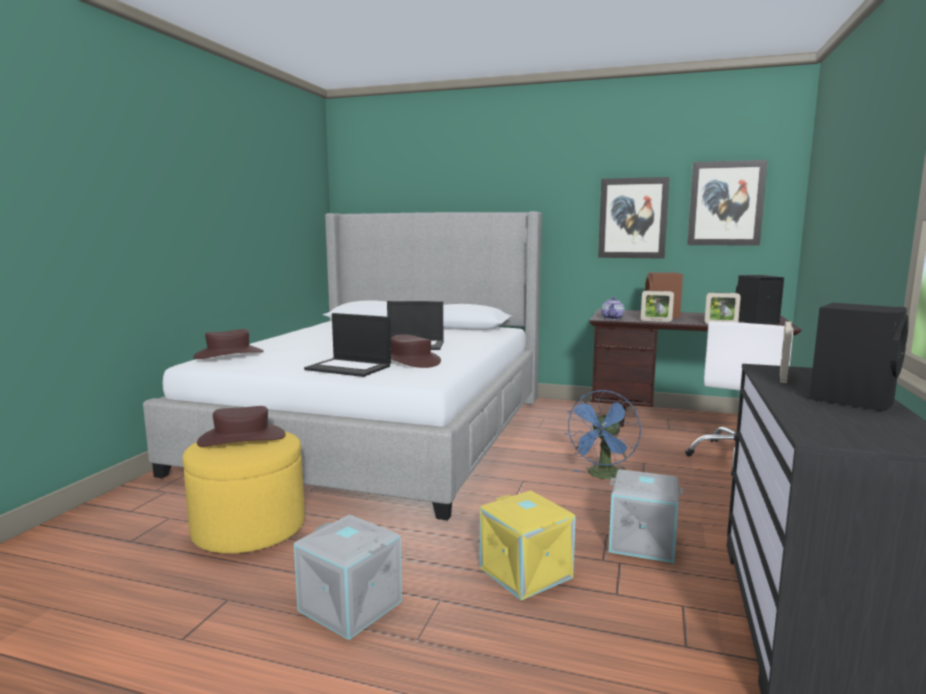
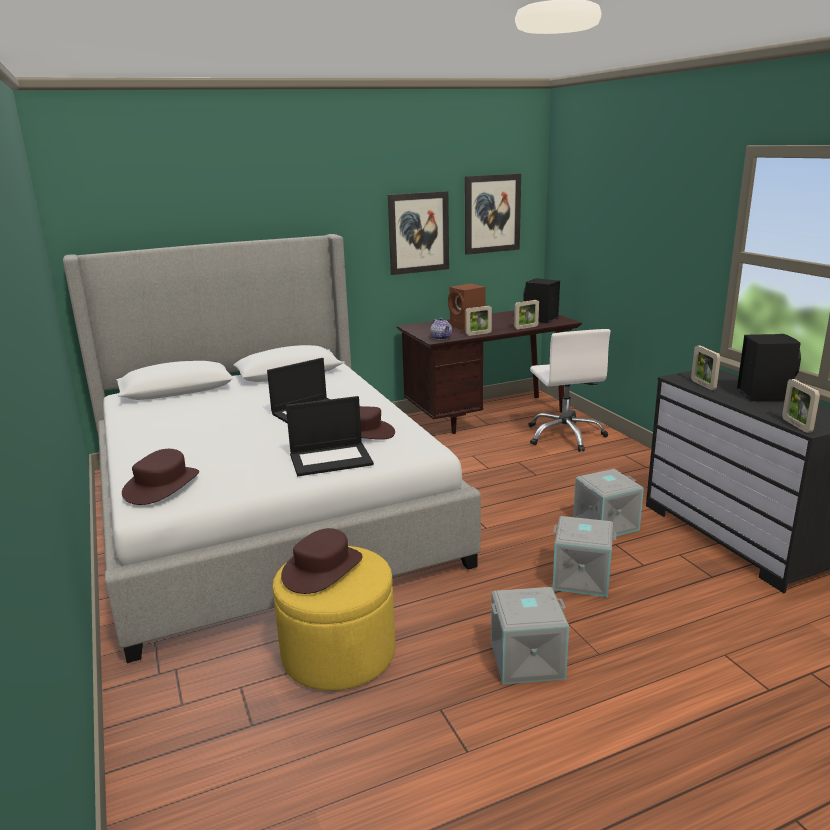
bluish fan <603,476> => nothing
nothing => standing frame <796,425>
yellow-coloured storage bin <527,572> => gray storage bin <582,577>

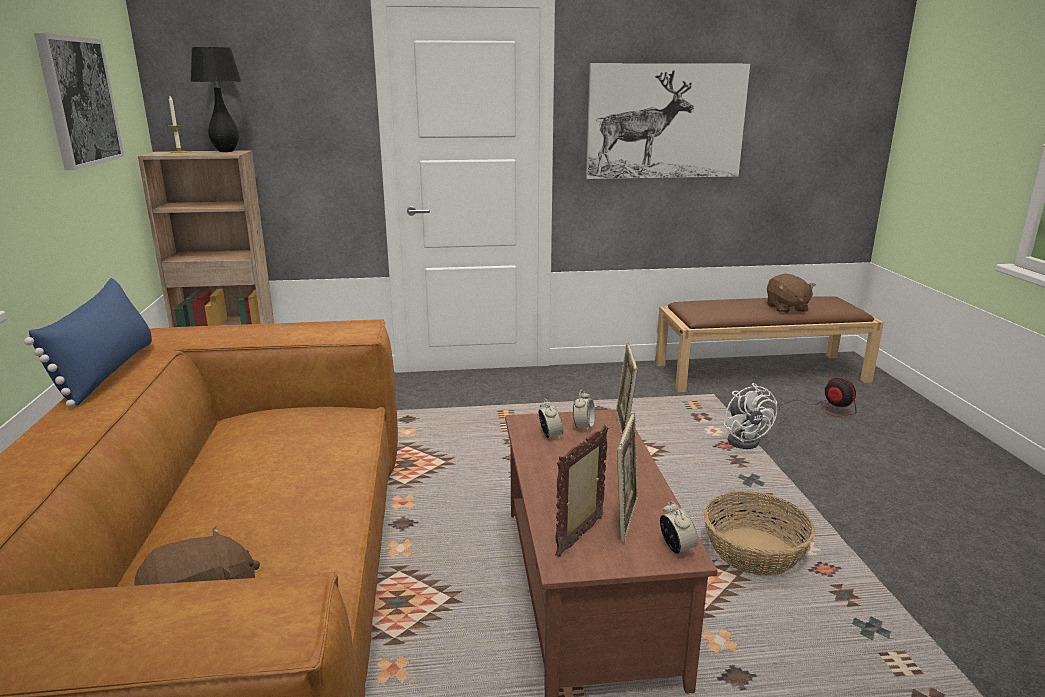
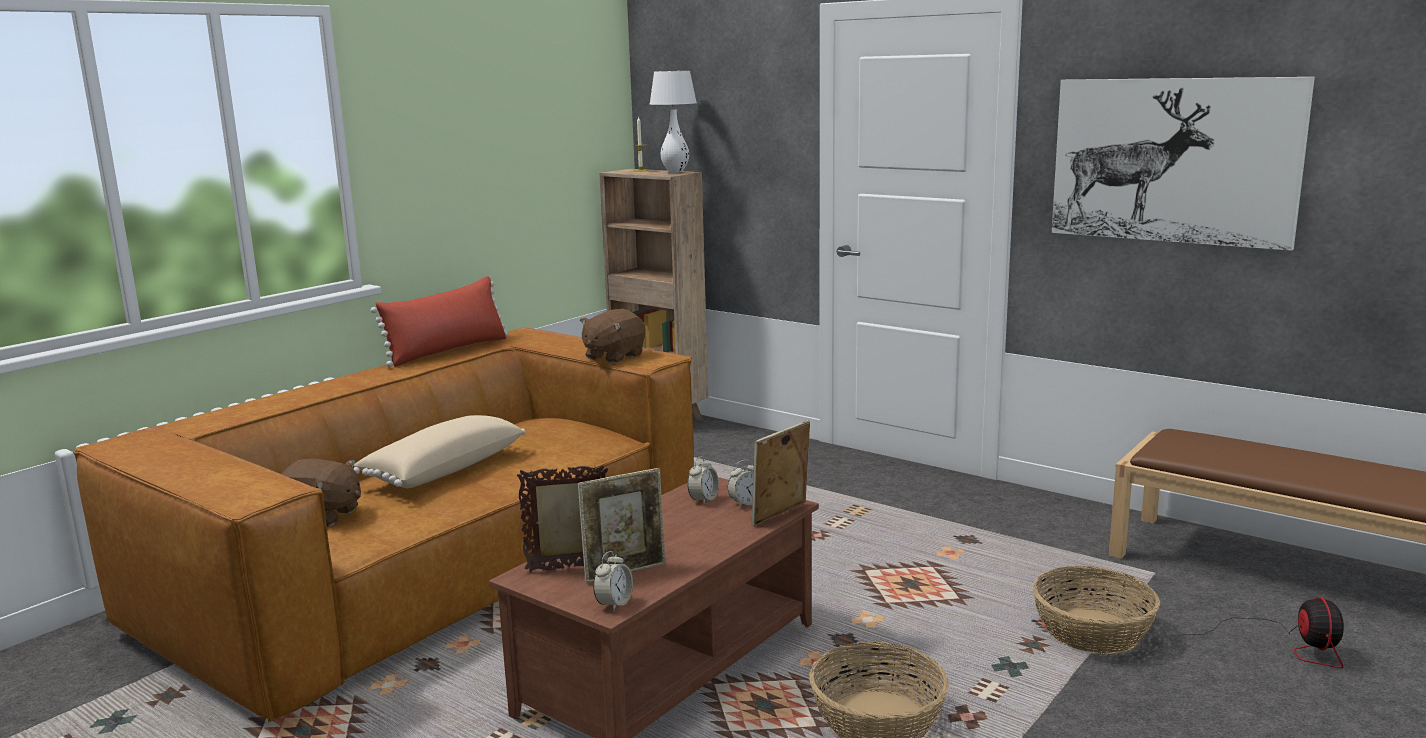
picture <79,101> => nothing
nothing => beige pillow <443,469>
brownish plush toy <786,308> => brownish plush toy <613,356>, moved
whitish fan <745,440> => household basket <1093,631>
bluish pillow <107,371> => red pillow <448,351>
blackish tabletop lamp <226,151> => whitish tabletop lamp <675,172>

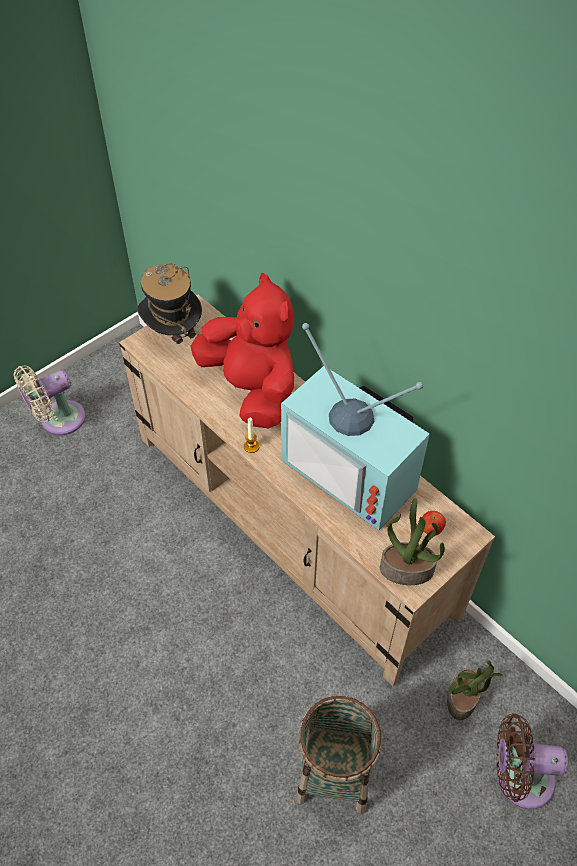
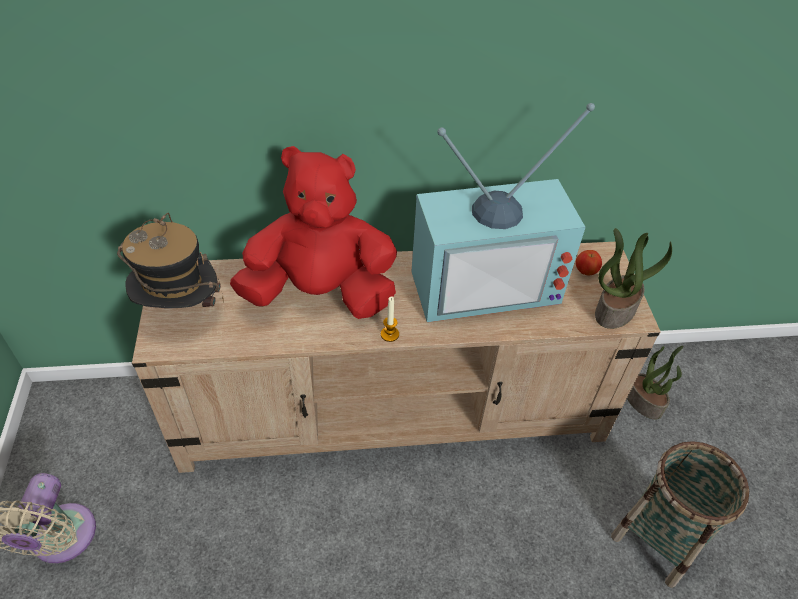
brownish fan <518,778> => nothing

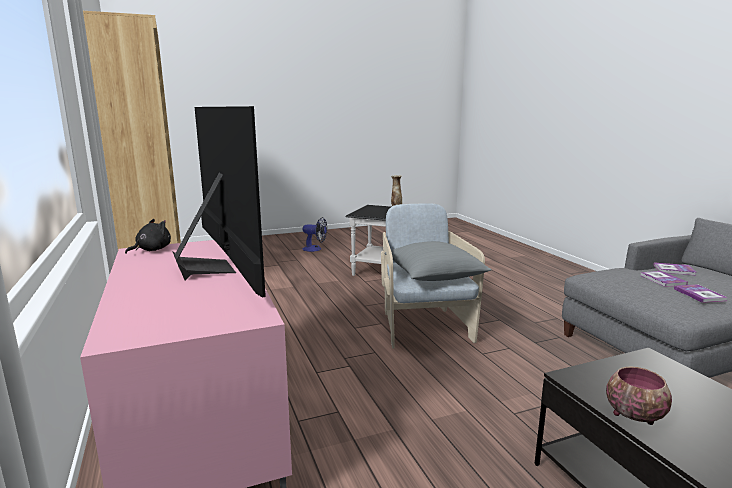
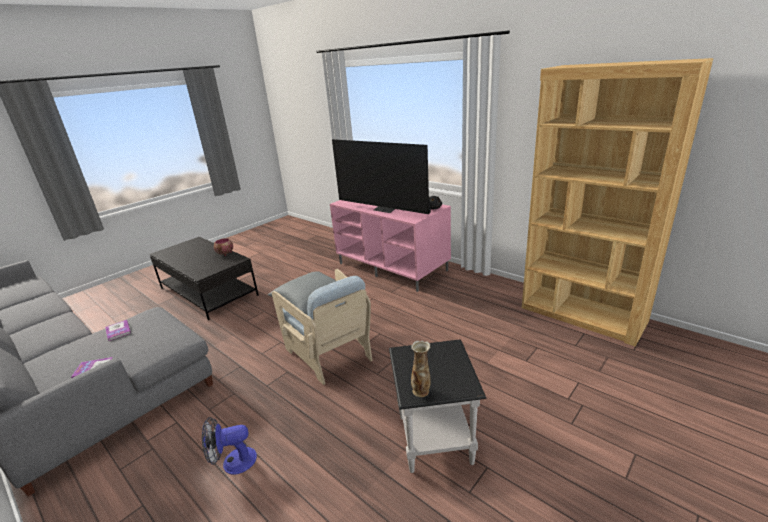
volume <662,280> => nothing
fan <315,249> => fan <233,462>, moved

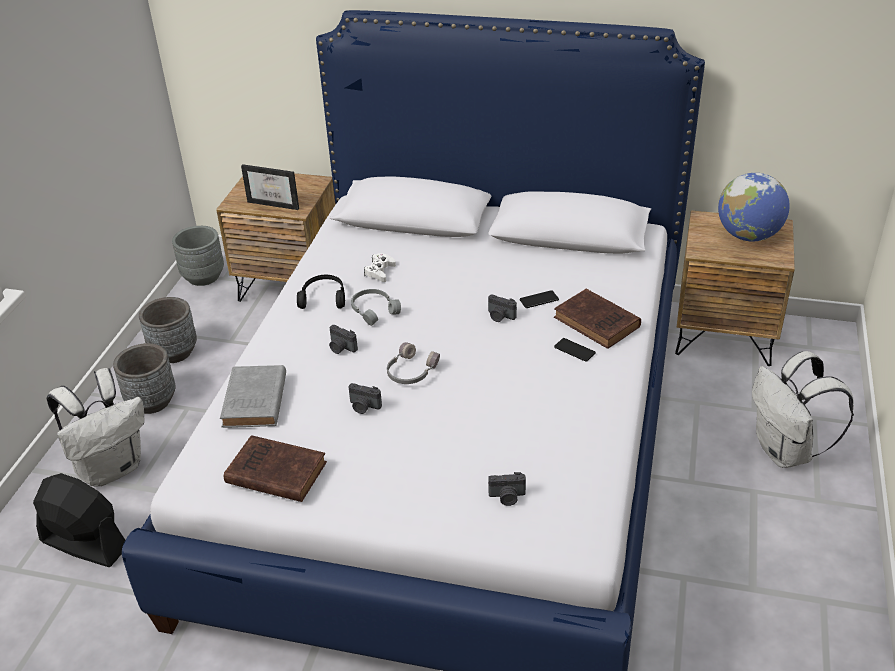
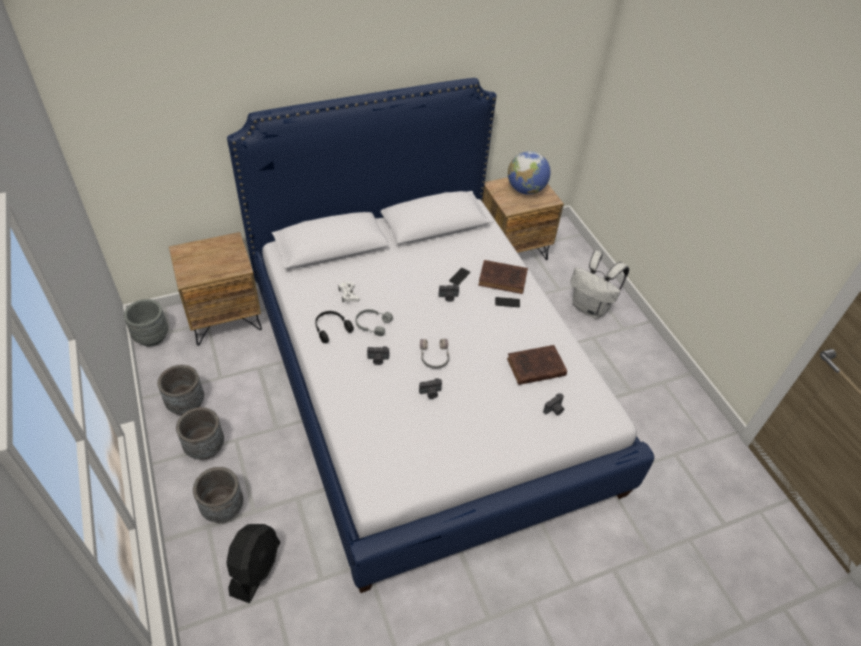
gray volume <254,402> => nothing
standing frame <276,202> => nothing
brownish volume <274,472> => brownish volume <534,367>, moved
whitish backpack <112,468> => gray plant pot <223,508>
blackish fan <84,544> => blackish fan <256,568>, 120 degrees clockwise

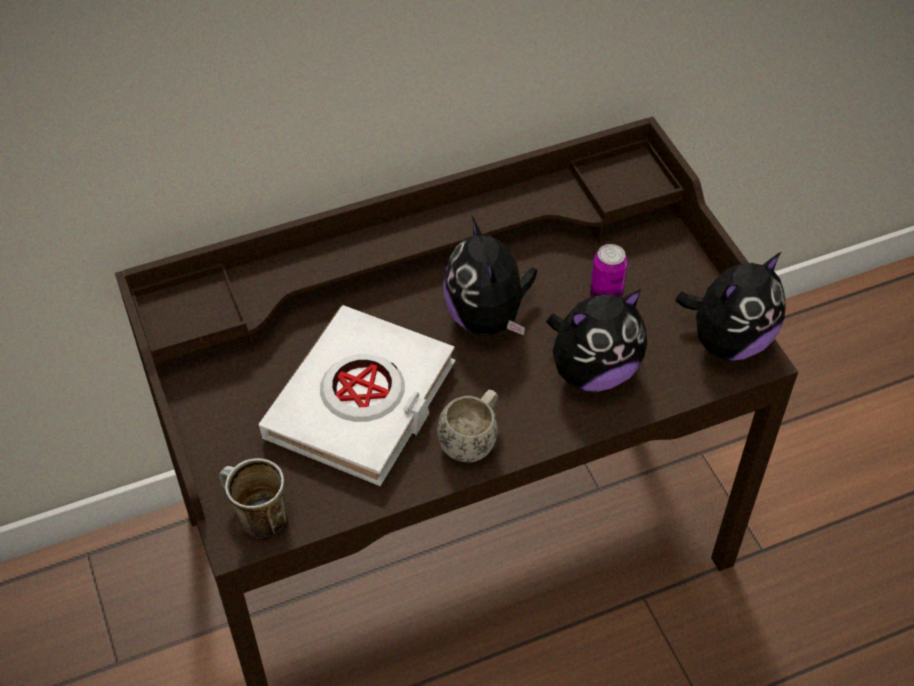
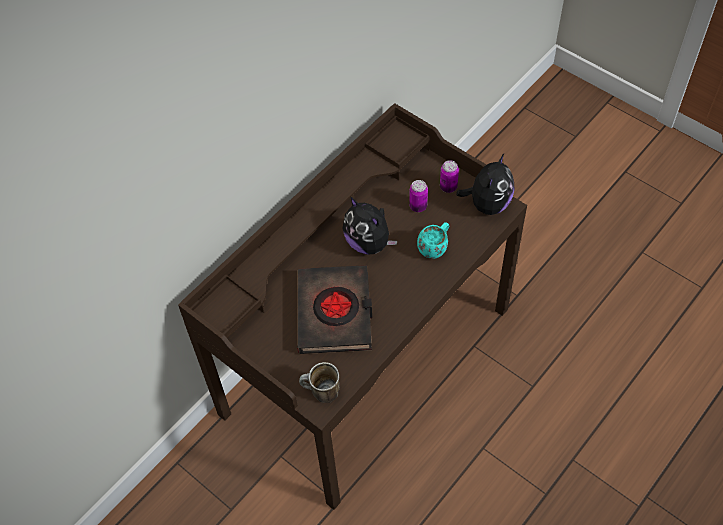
whitish mug <472,440> => nothing
nothing => sealed can <448,187>
plush toy <593,371> => blue-green mug <435,247>
whitish volume <361,402> => blackish volume <335,313>

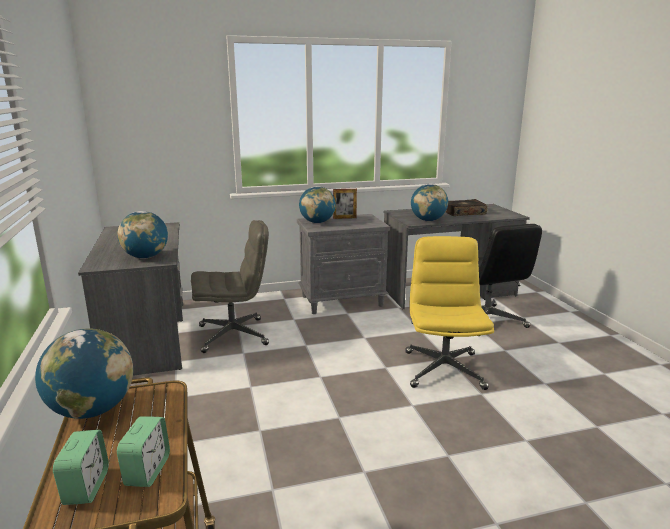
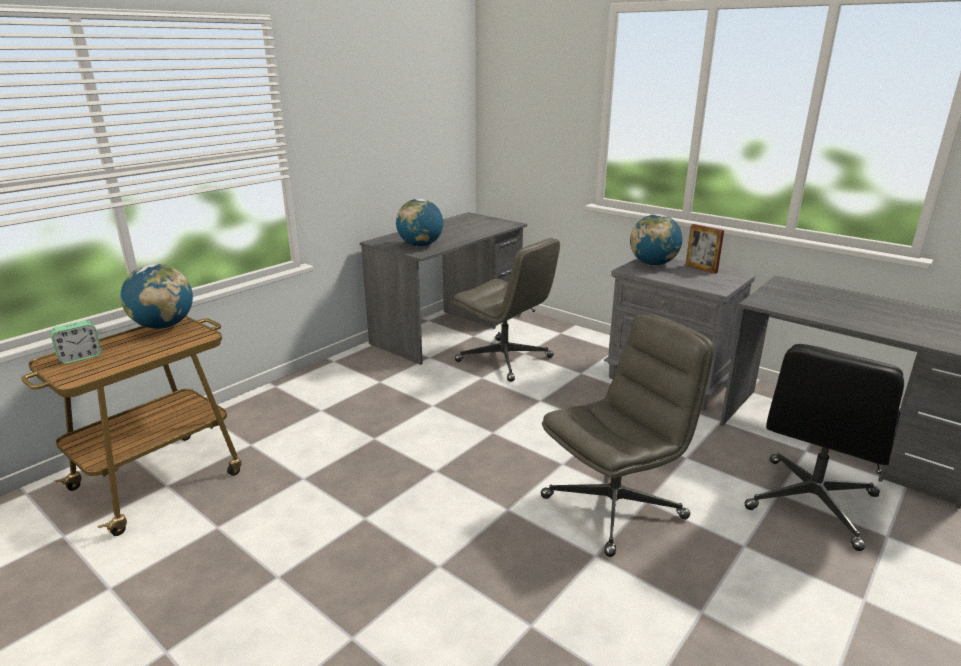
alarm clock <147,471> => nothing
globe <428,220> => nothing
volume <463,213> => nothing
yellow-coloured computer chair <443,369> => gray computer chair <614,506>

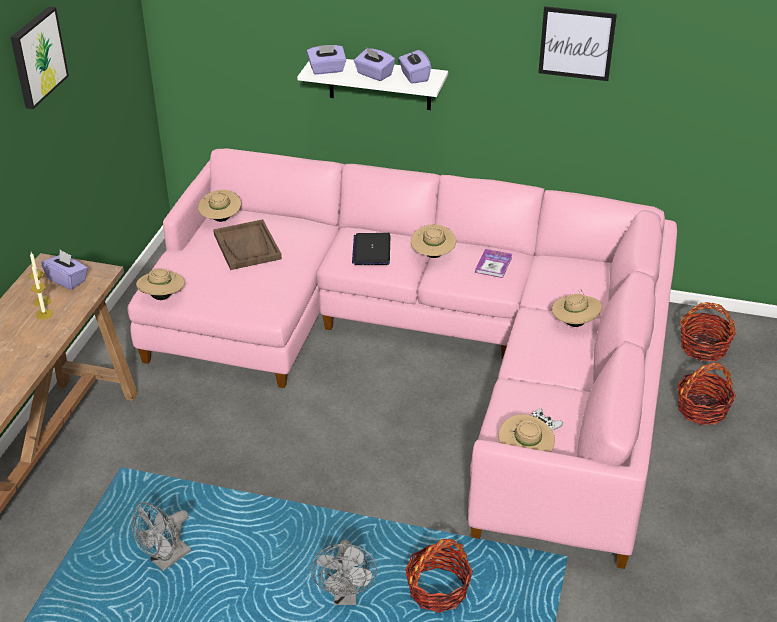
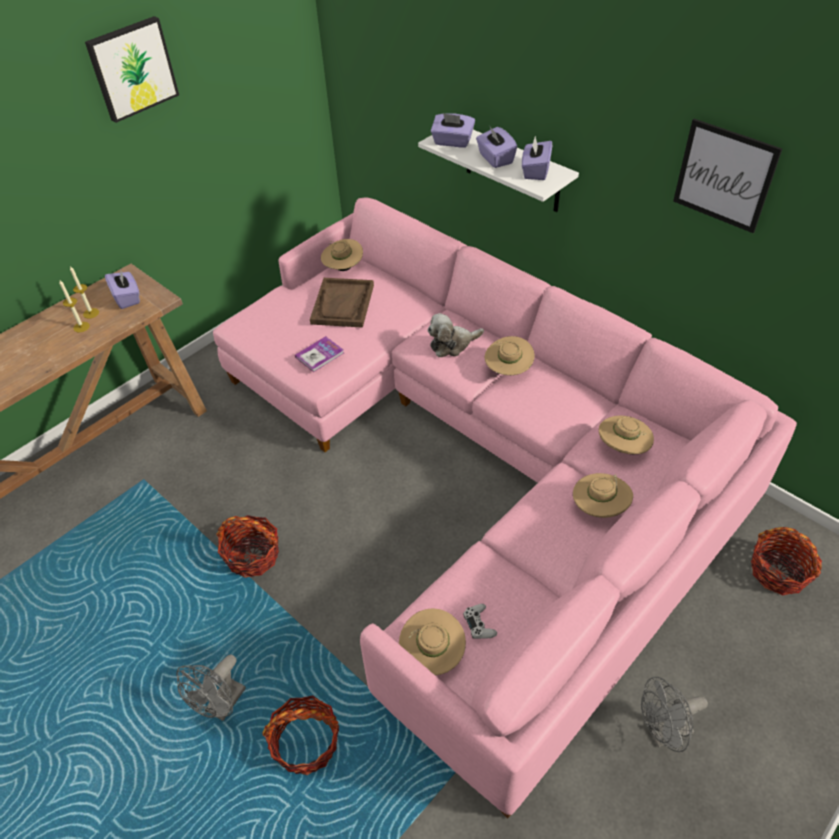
gray fan <166,560> => gray fan <663,733>, moved
beige wearable hat <162,297> => beige wearable hat <622,448>, moved
volume <493,264> => volume <319,355>, moved
household basket <702,409> => household basket <253,555>, moved
laptop <371,250> => plush toy <452,344>

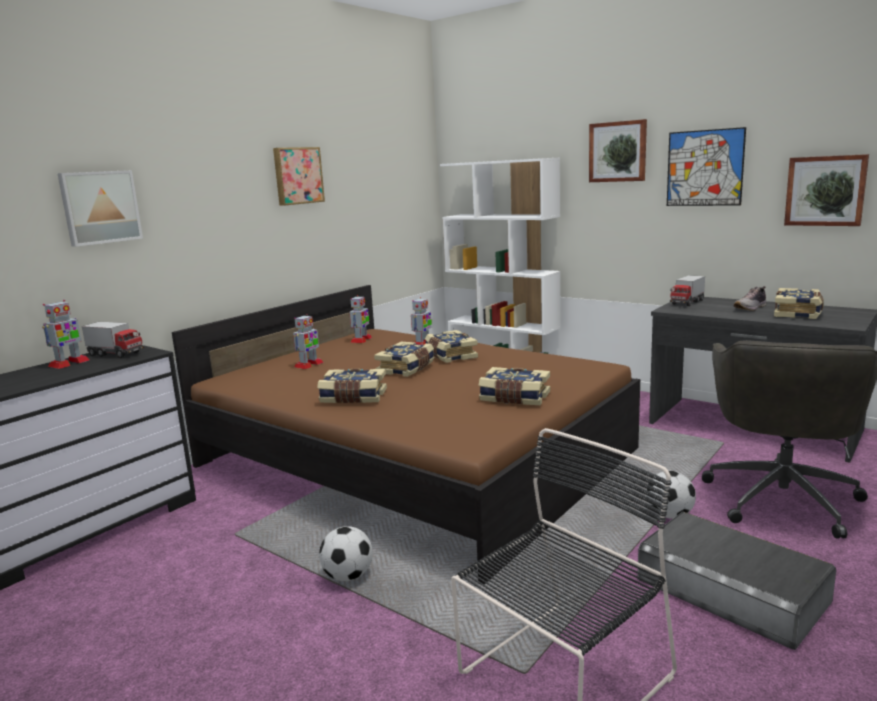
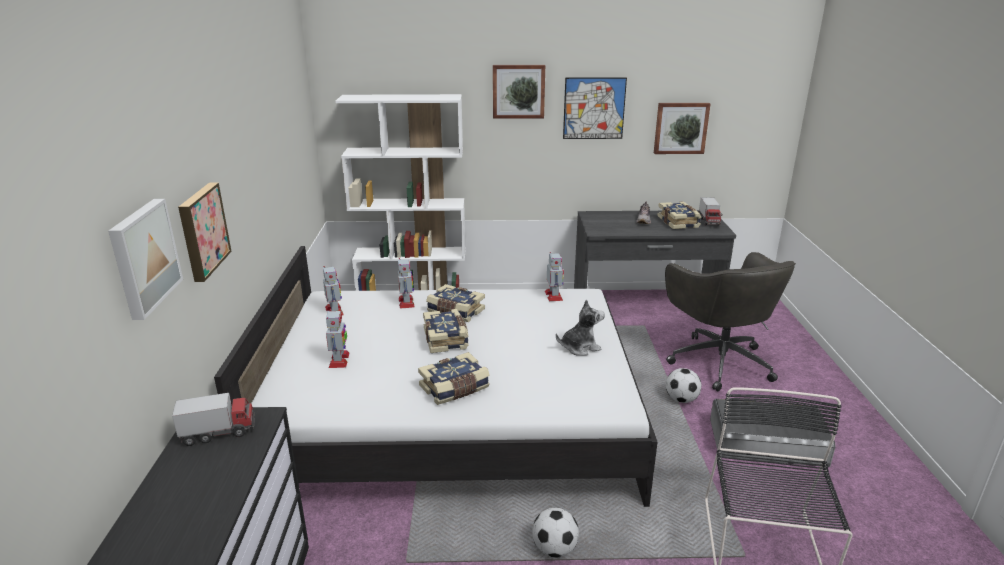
model robot <69,363> => model robot <554,296>, moved
picture <297,175> => picture <202,230>, moved
toy truck <686,302> => toy truck <708,221>, moved
volume <514,398> => plush toy <580,347>
brownish bedroom bed <412,458> => whitish bedroom bed <453,416>

